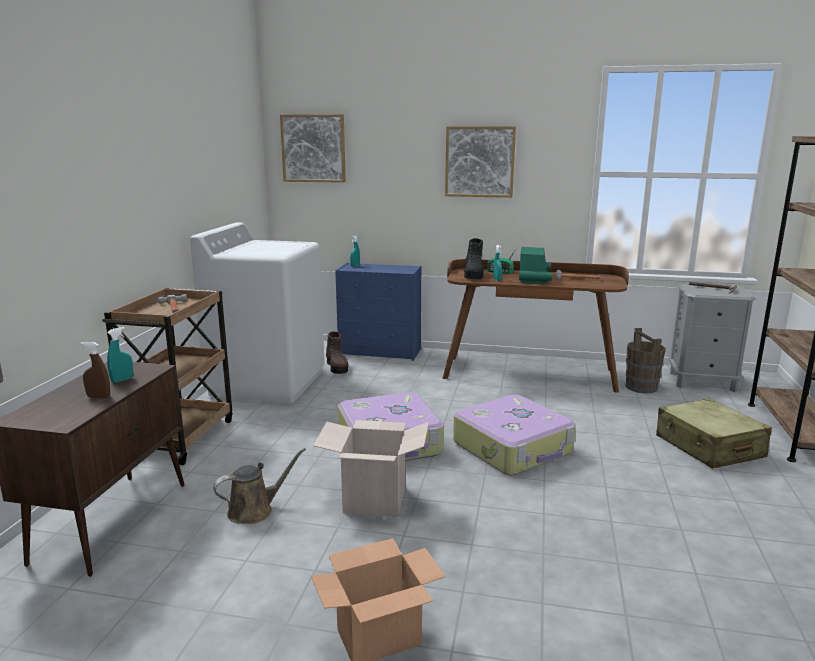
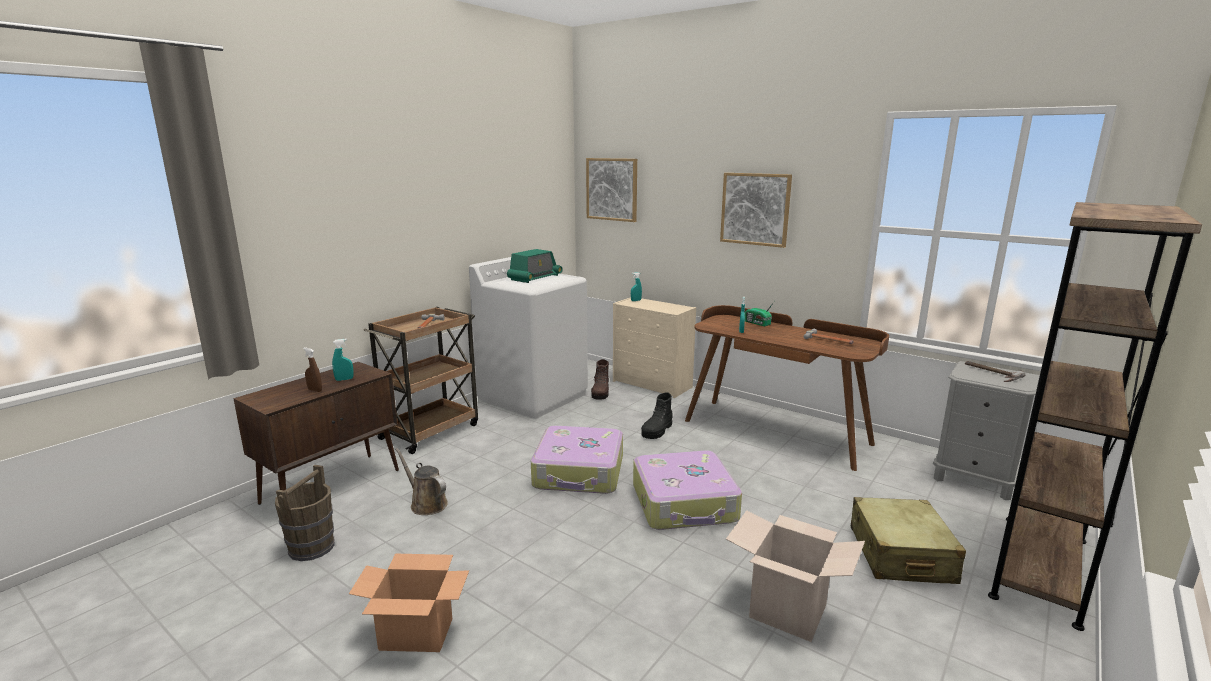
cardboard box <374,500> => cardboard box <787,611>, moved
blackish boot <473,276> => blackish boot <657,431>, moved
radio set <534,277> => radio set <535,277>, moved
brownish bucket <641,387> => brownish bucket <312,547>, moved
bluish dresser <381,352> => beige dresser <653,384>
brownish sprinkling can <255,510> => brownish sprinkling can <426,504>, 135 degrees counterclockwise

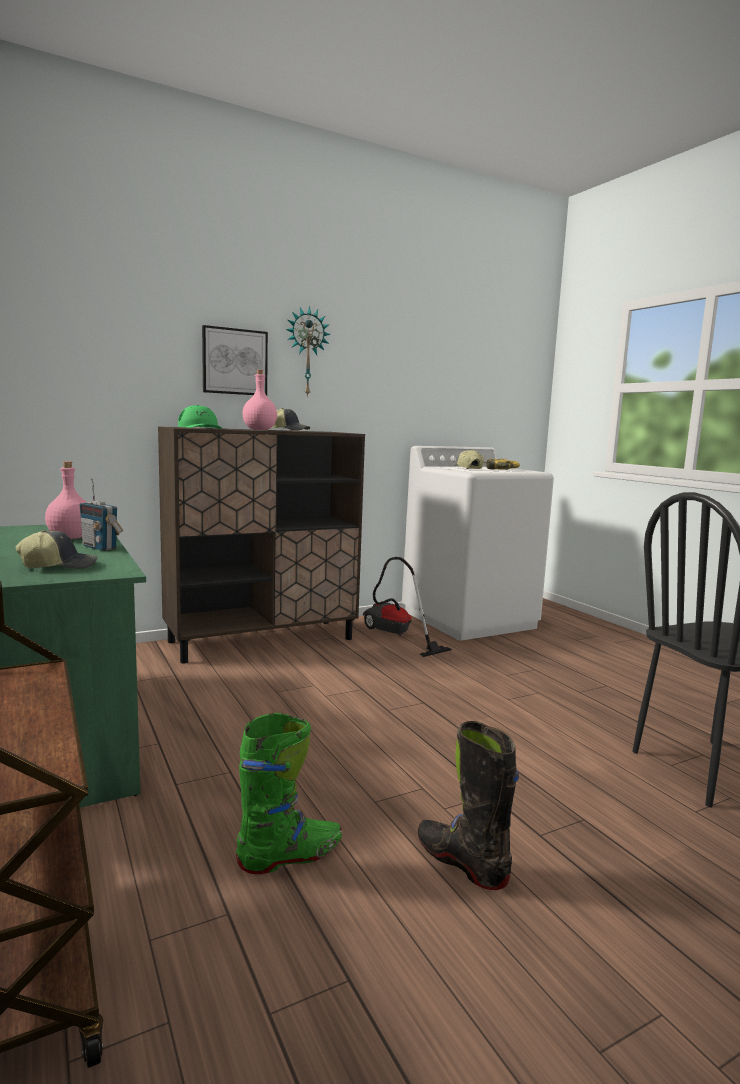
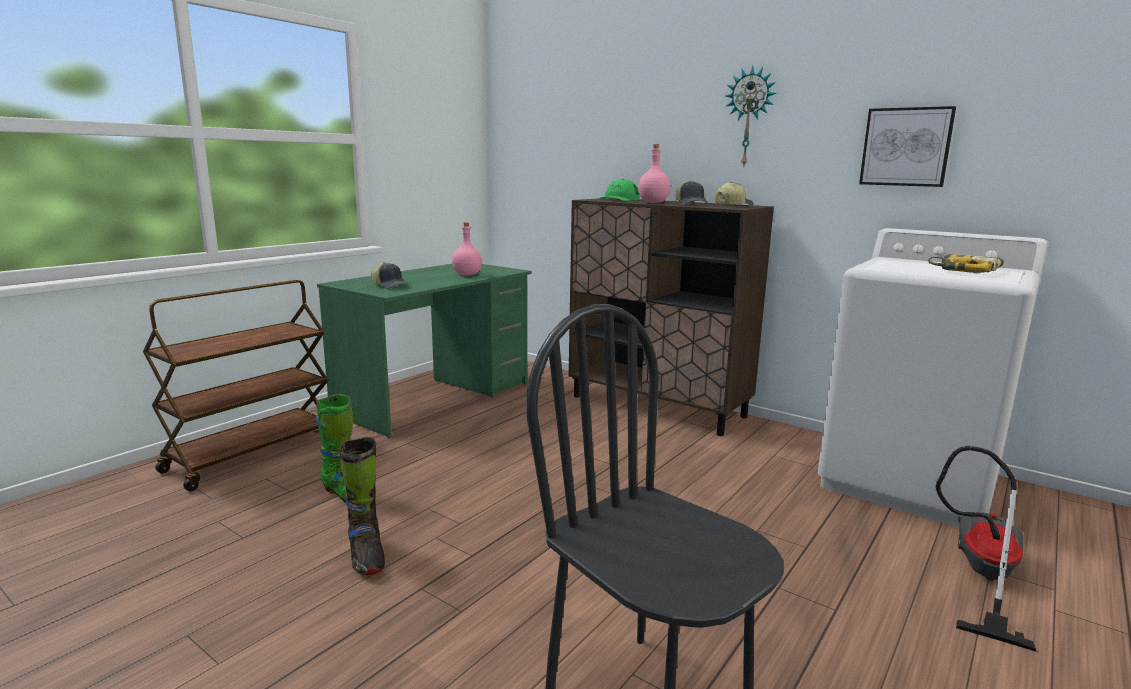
radio set <100,547> => nothing
picture <234,361> => picture <906,147>, moved
hoover <395,635> => hoover <980,576>, moved
cap <467,469> => cap <733,205>, moved
blackish boot <462,862> => blackish boot <366,556>, 135 degrees clockwise

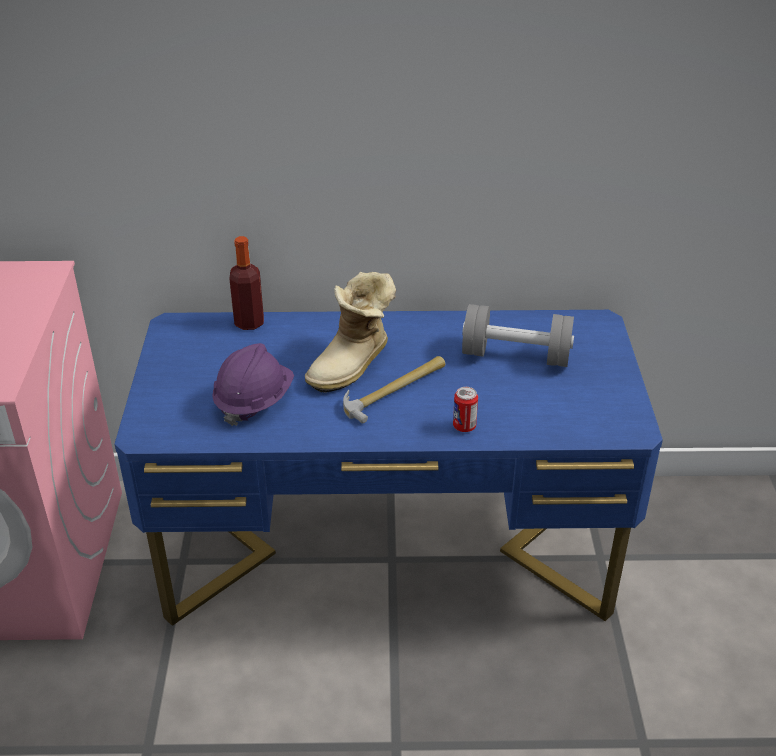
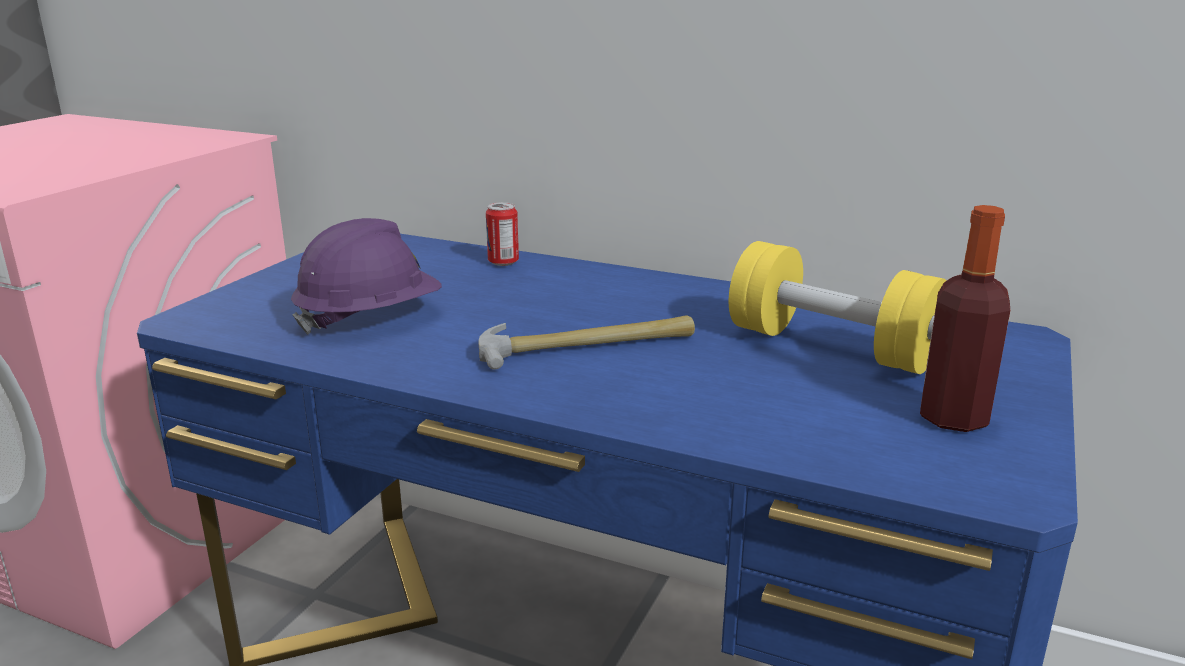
boot <353,365> => nothing
drink bottle <249,323> => drink bottle <953,418>, moved
sealed can <464,426> => sealed can <503,262>, moved
gray free weight <516,355> => yellow-coloured free weight <831,347>

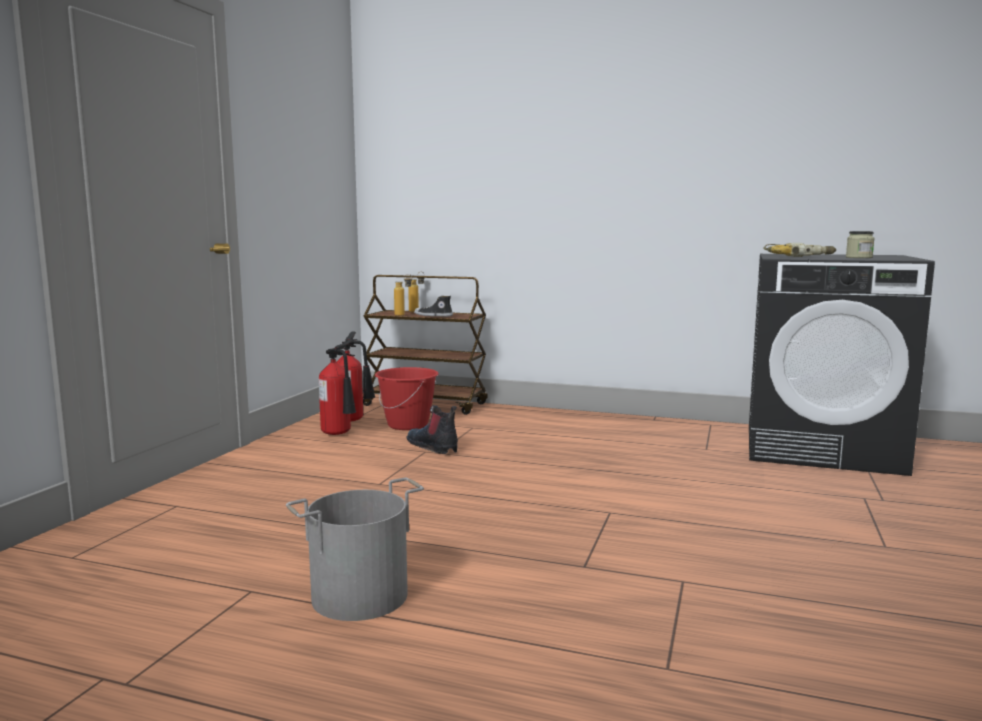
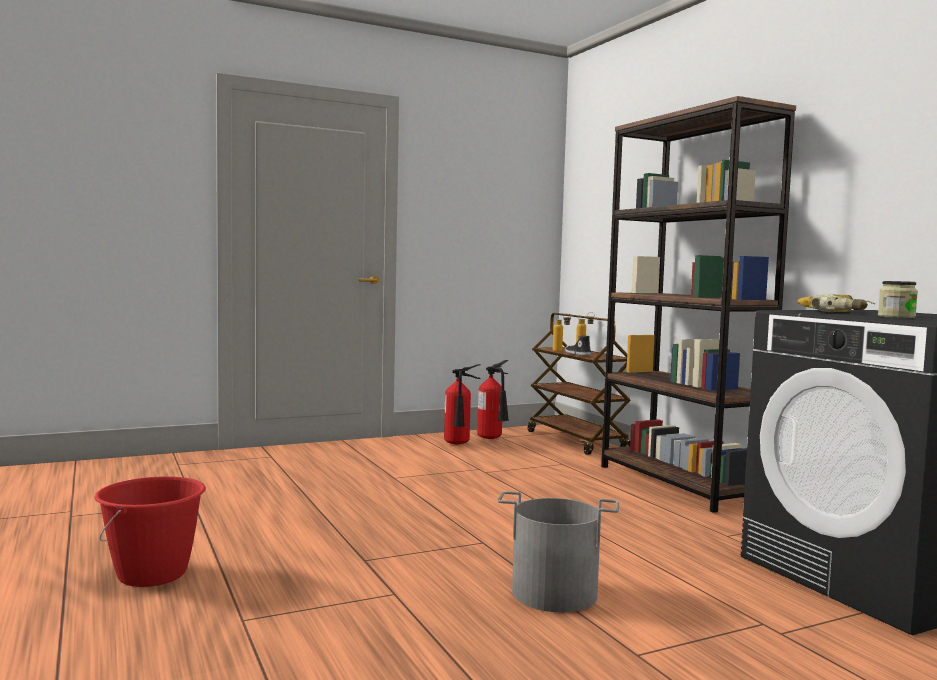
boot <433,447> => nothing
nothing => brownish shelving unit <679,484>
gray bucket <360,596> => gray bucket <554,594>, moved
red bucket <408,425> => red bucket <153,574>, moved

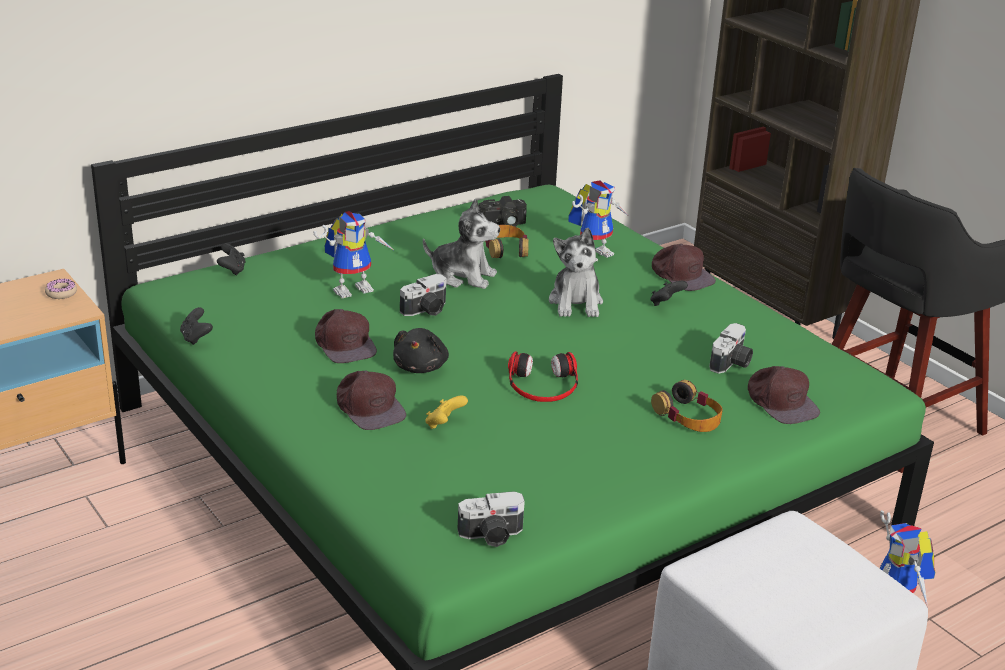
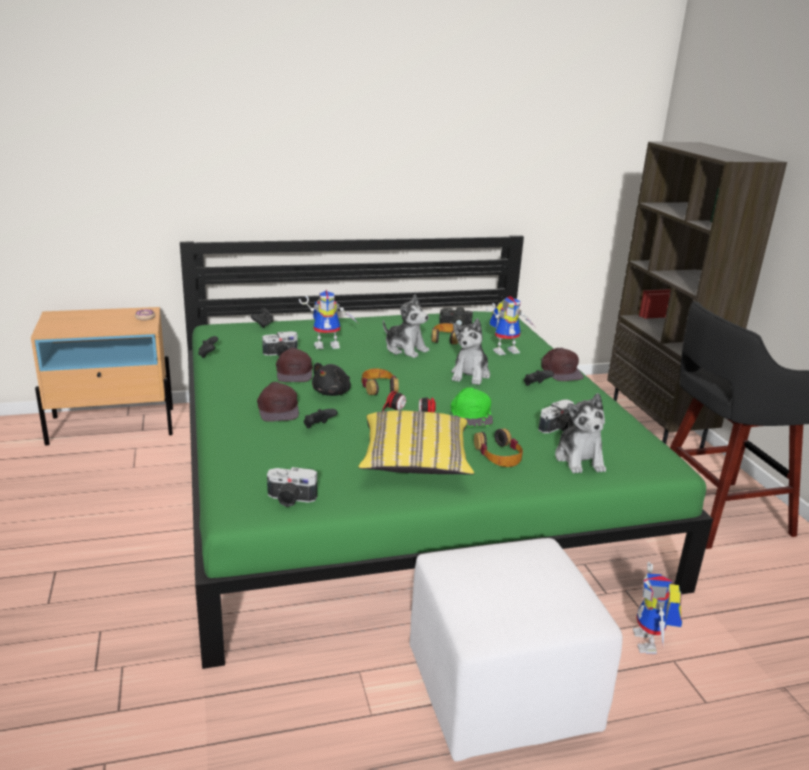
nothing => yellow-coloured pillow <415,463>
nothing => pair of headphones <379,387>
nothing => green cap <471,414>
photo camera <426,310> => photo camera <280,354>, moved
brownish cap <781,402> => plush toy <579,459>
yellow-coloured joypad <444,424> => blackish joypad <318,427>

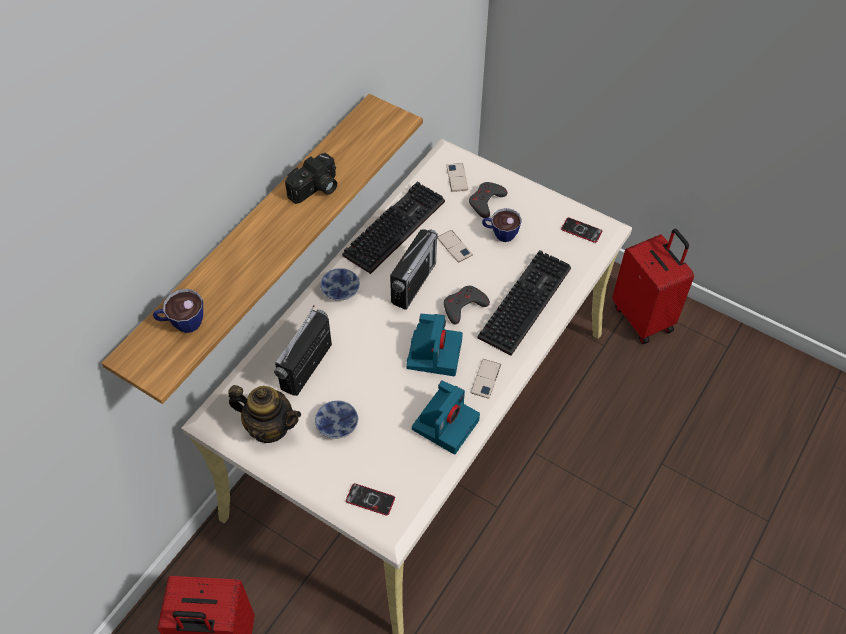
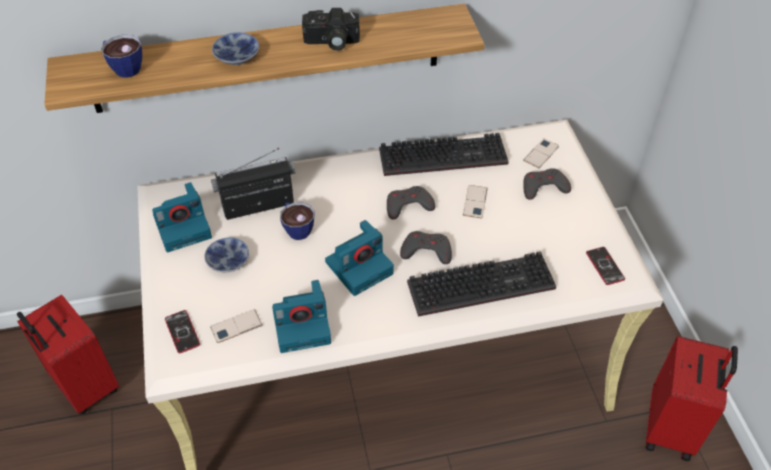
bowl <339,289> => bowl <236,55>, moved
handset <485,379> => handset <236,326>, moved
cup <500,233> => cup <296,228>, moved
teapot <269,427> => photo camera <184,226>
radio set <413,283> => gray joypad <408,205>

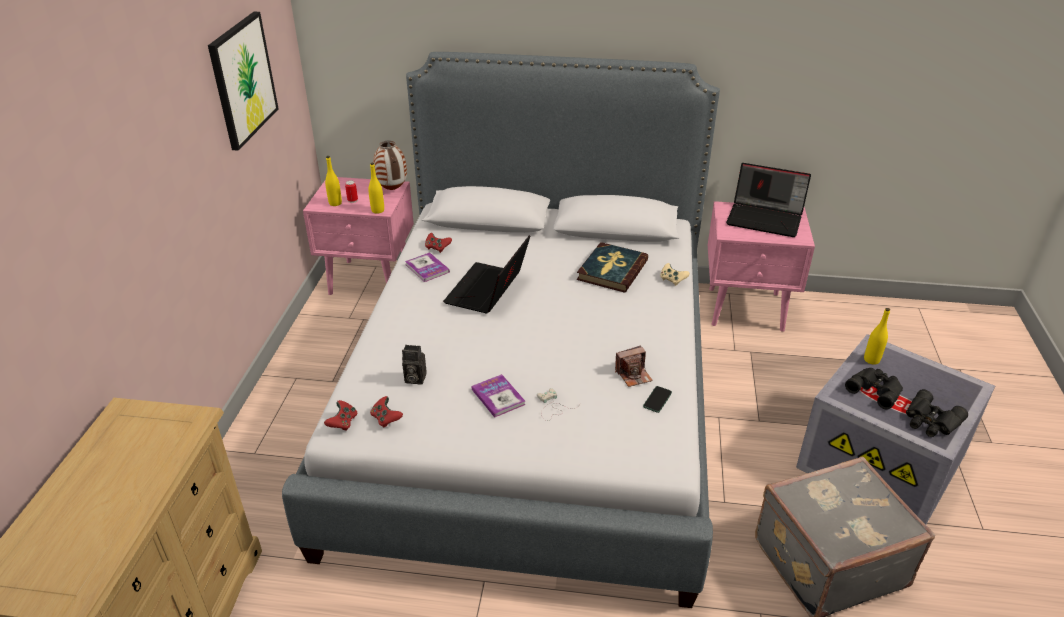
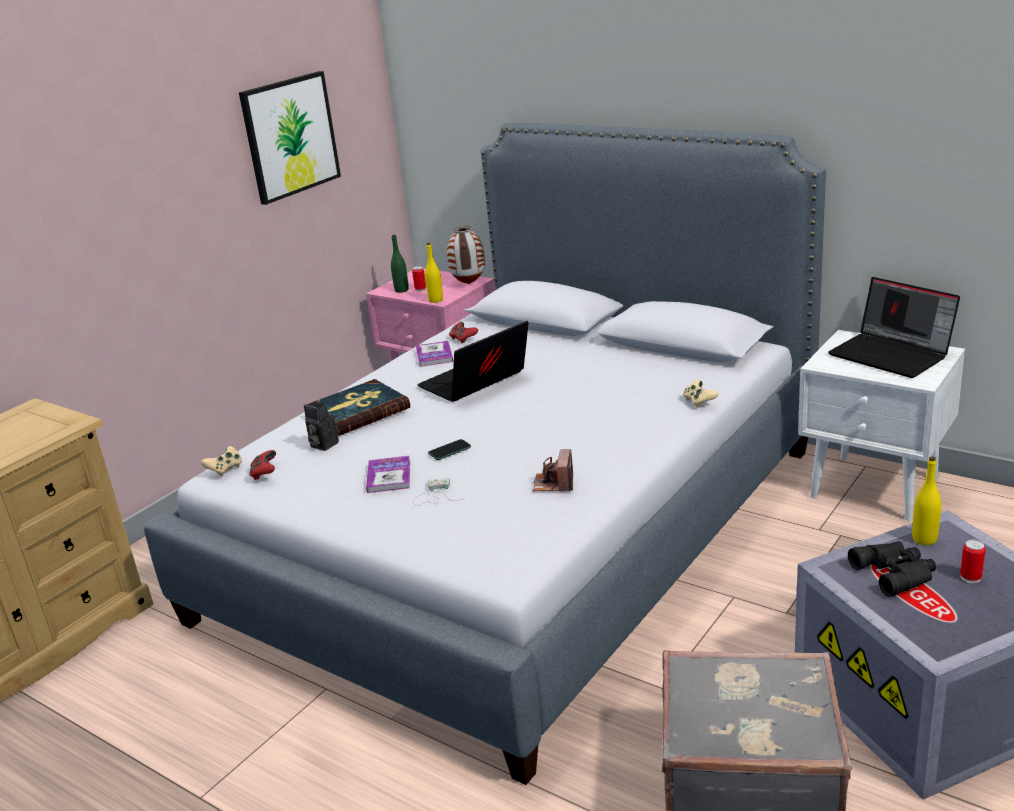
blackish field glasses <930,421> => nothing
nothing => sealed can <970,577>
volume <612,270> => volume <358,411>, moved
handset <657,400> => handset <449,450>, moved
red joypad <343,423> => beige joypad <225,469>
yellow-coloured drink bottle <335,203> => green drink bottle <401,290>
pink-coloured night table <747,309> => whitish night table <876,488>
photo camera <633,375> => photo camera <554,484>, 90 degrees clockwise

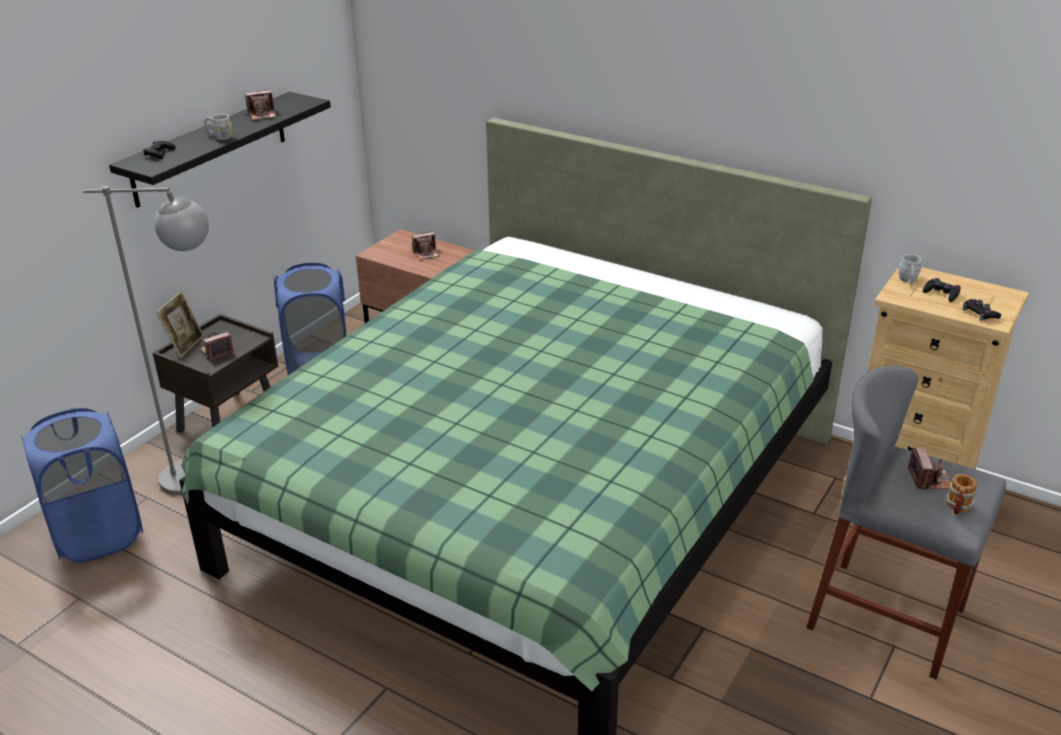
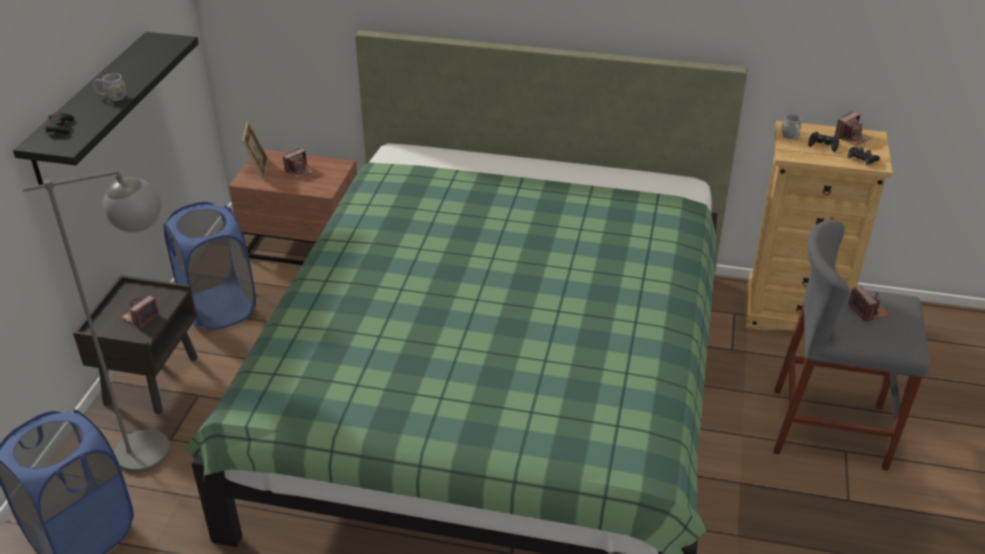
mug <957,508> => nothing
standing frame <185,345> => standing frame <258,169>, moved
photo camera <262,115> => photo camera <852,138>, moved

